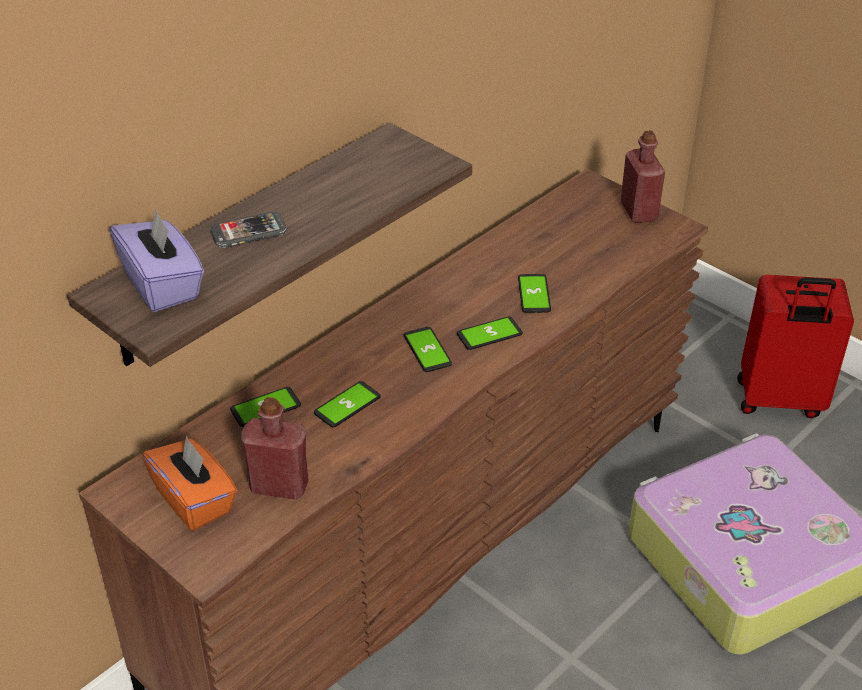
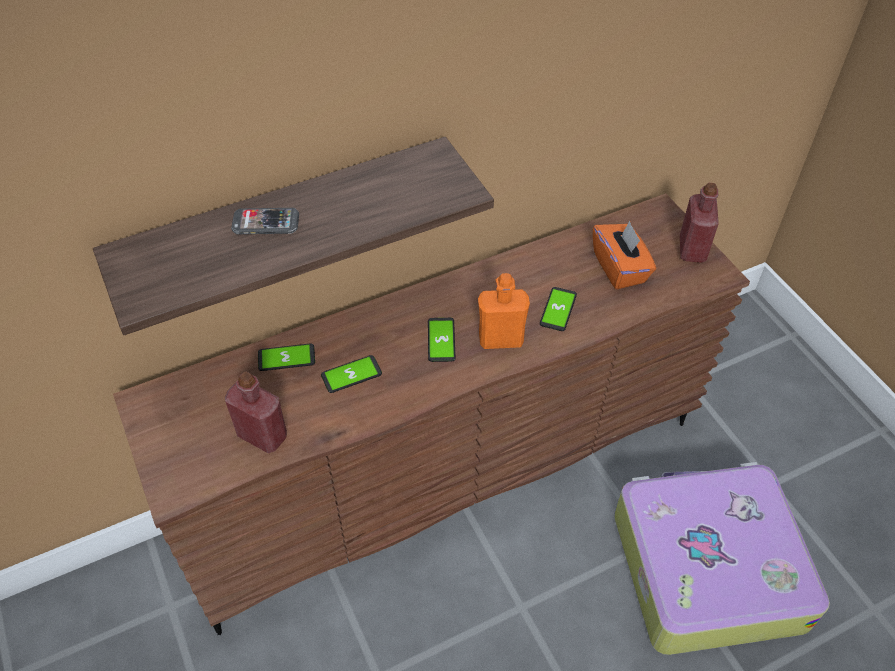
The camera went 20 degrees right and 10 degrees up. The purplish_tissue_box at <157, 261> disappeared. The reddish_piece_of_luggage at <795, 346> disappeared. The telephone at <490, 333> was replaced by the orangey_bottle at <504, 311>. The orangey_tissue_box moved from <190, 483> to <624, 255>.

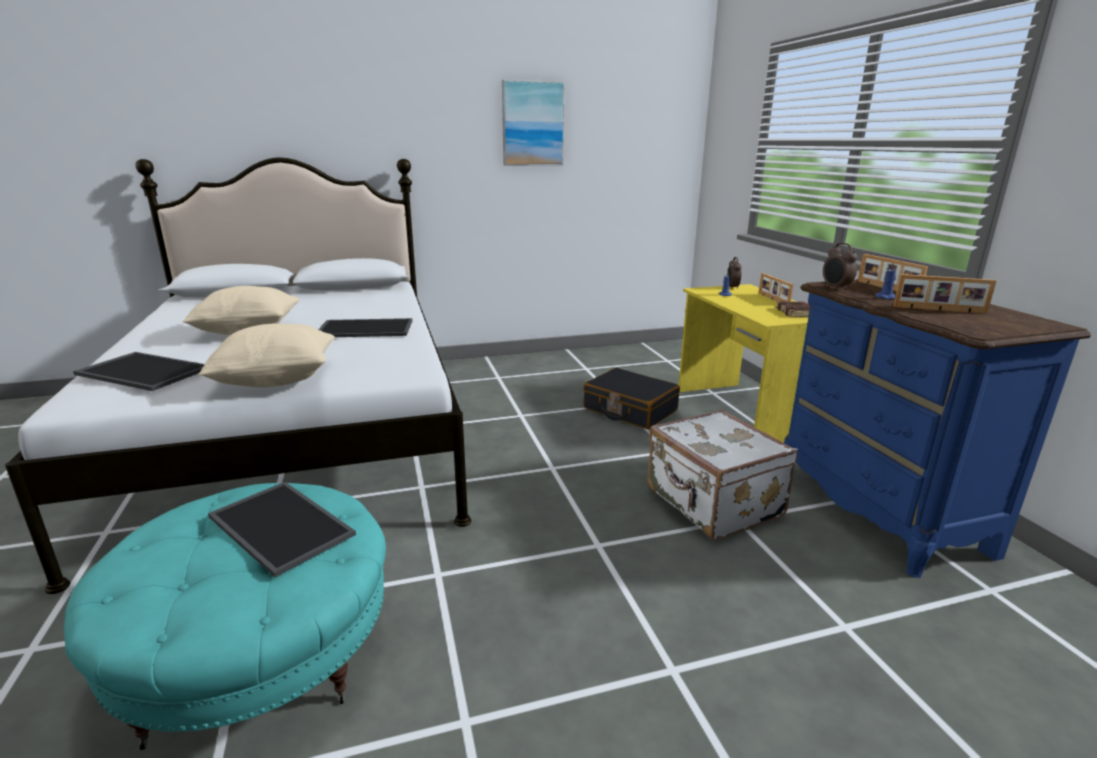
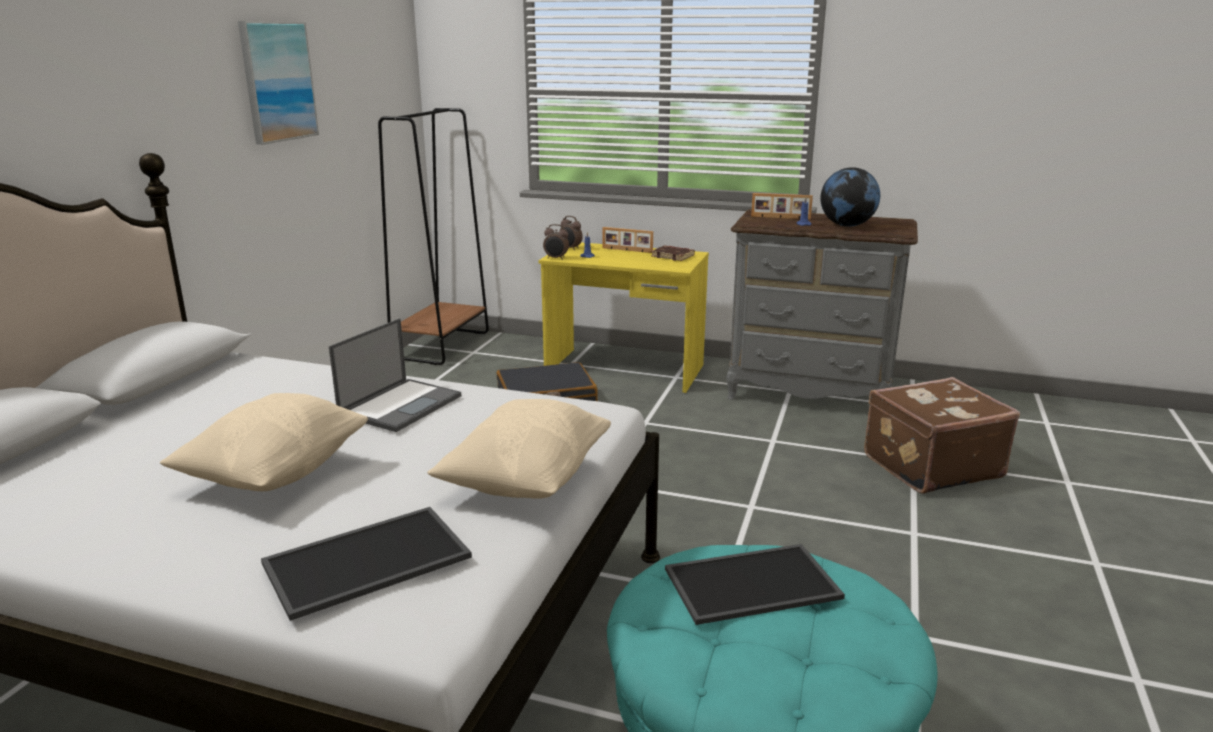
The camera went 55 degrees left and 0 degrees up. The bedside_clock moved from <840, 267> to <556, 242>. The photo_frame at <945, 294> was replaced by the desk_globe at <850, 197>. The blue-coloured_drawer_chest at <937, 428> became the gray_drawer_chest at <822, 304>. The carrying_tray at <365, 327> was replaced by the laptop at <395, 375>. The white-coloured_piece_of_luggage at <722, 475> disappeared. The garment_rack at <433, 236> appeared. The brown-coloured_piece_of_luggage at <942, 435> appeared.

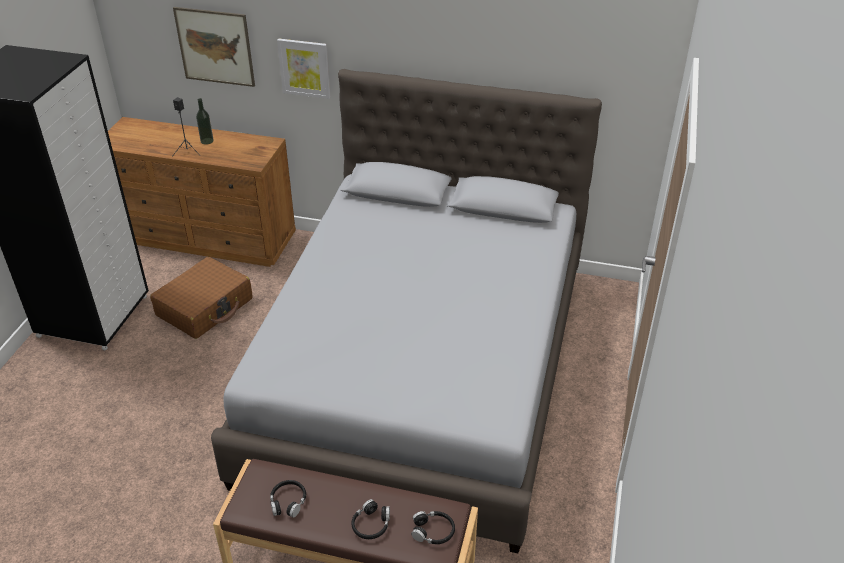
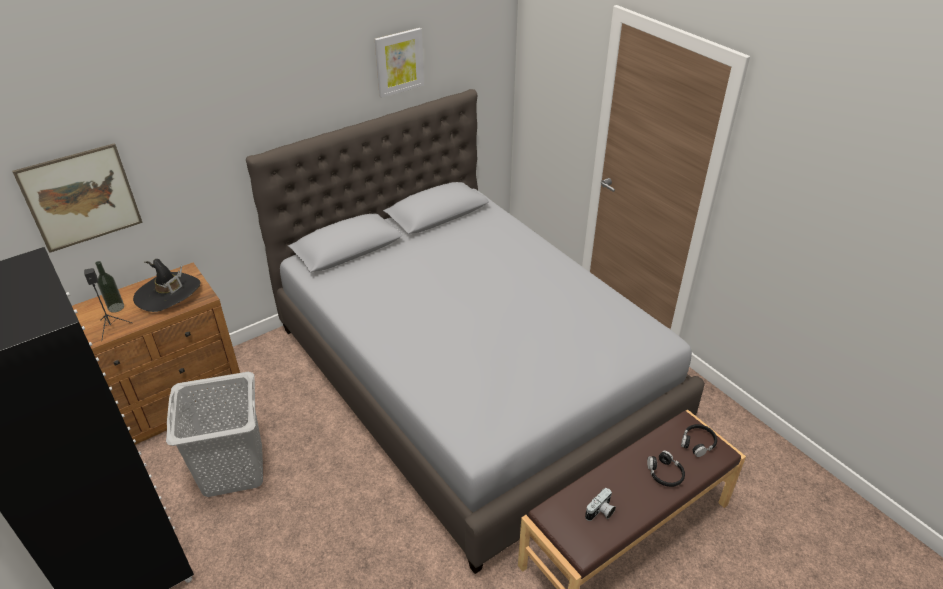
The camera went 50 degrees left and 0 degrees up. The picture moved from <303, 69> to <399, 63>. The brown-coloured_piece_of_luggage at <201, 298> was replaced by the gray_hamper at <214, 434>. The black-coloured_pair_of_headphones at <288, 499> was replaced by the photo_camera at <600, 504>. The black-coloured_wearable_hat at <167, 285> appeared.

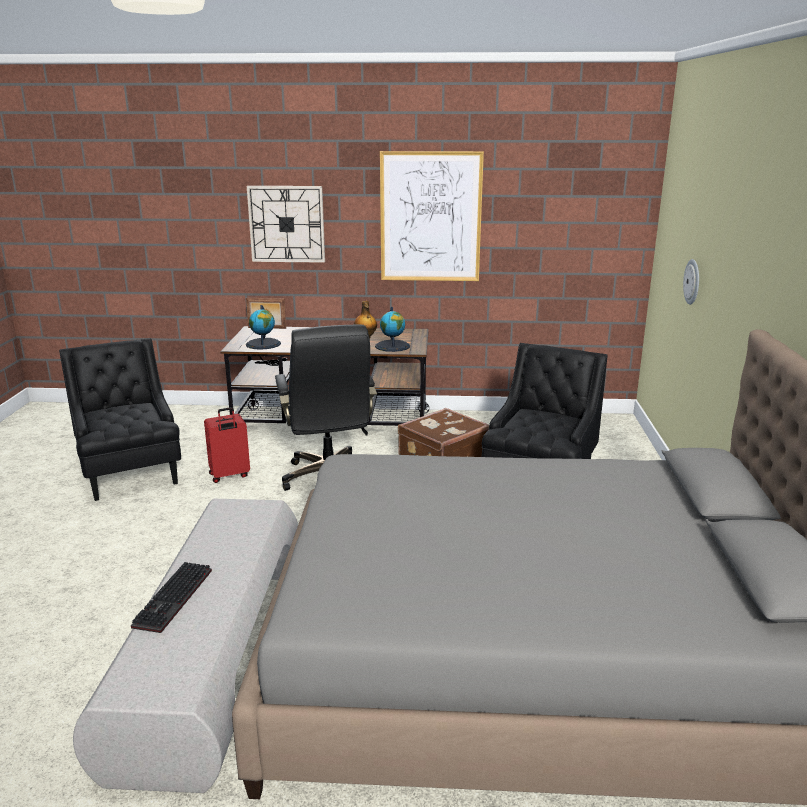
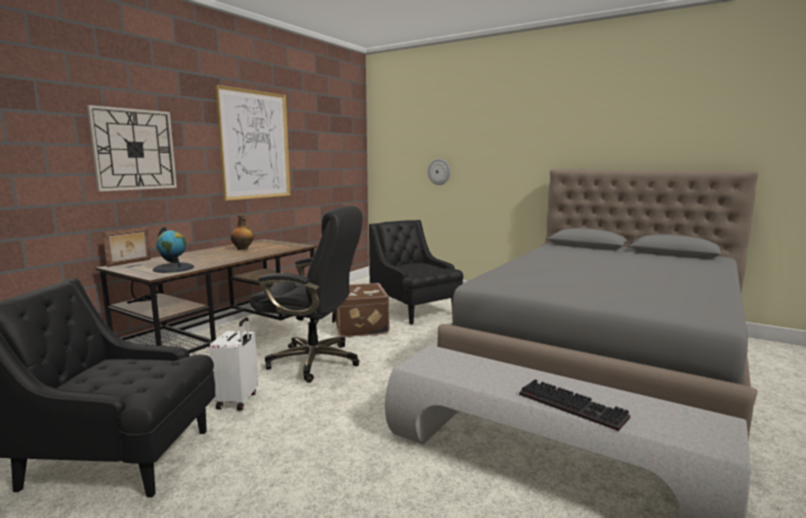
The camera went 60 degrees left and 10 degrees down. The desk_globe at <392, 329> disappeared. The reddish_piece_of_luggage at <227, 445> became the white-coloured_piece_of_luggage at <233, 364>.

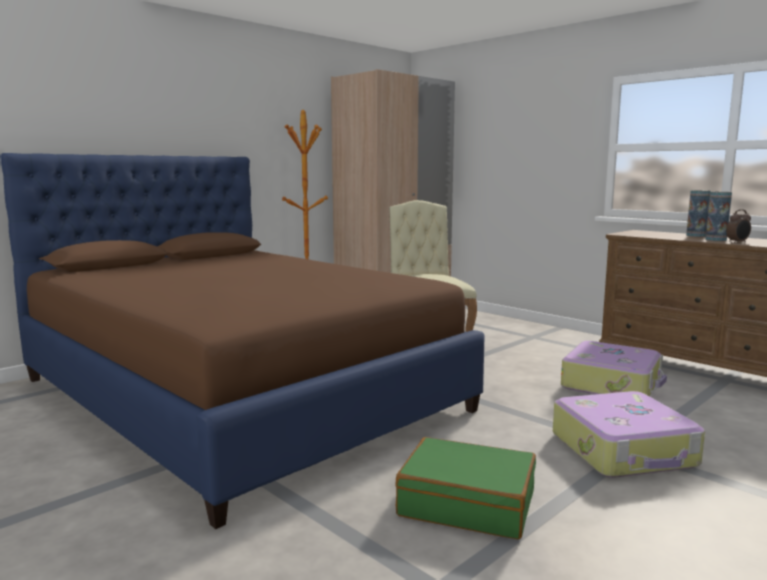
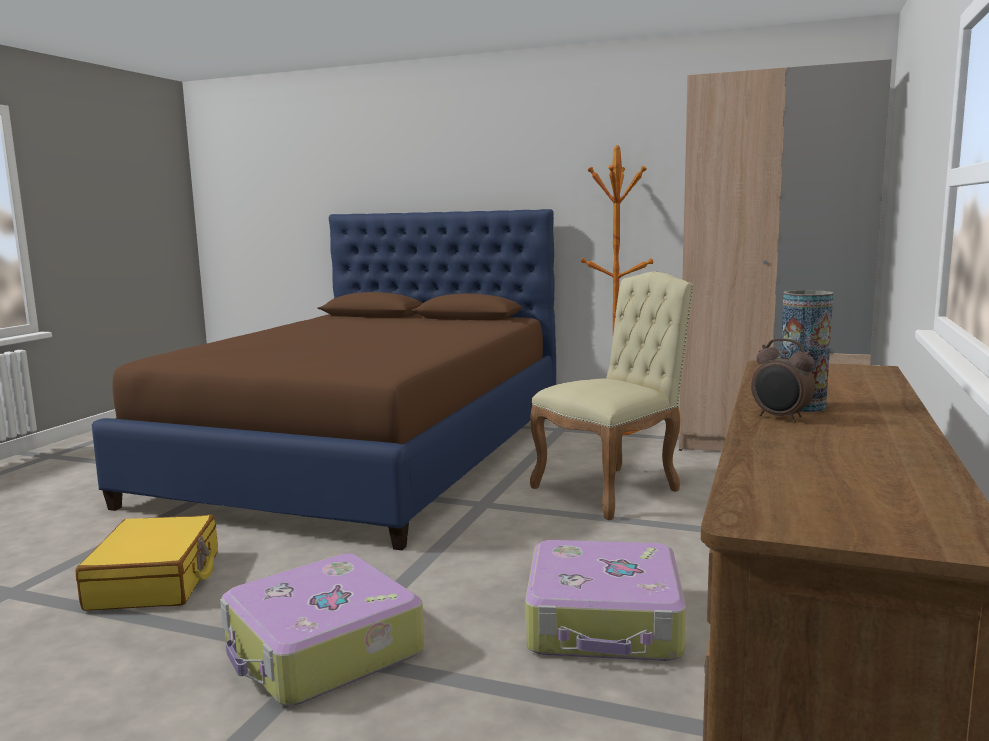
The camera went 65 degrees right and 0 degrees up. The flower_vase at <698, 213> disappeared. The green-coloured_piece_of_luggage at <465, 488> became the yellow-coloured_piece_of_luggage at <147, 563>.

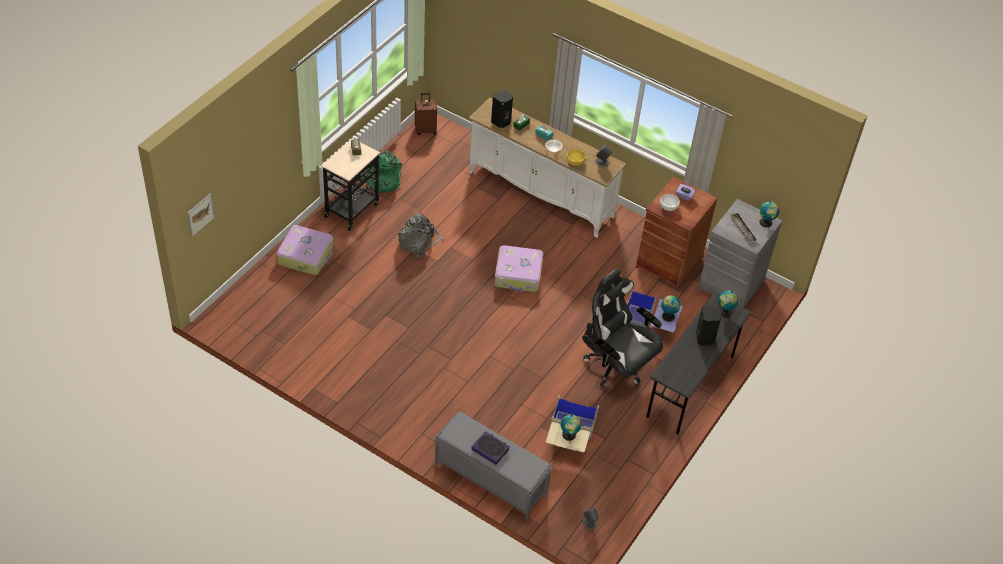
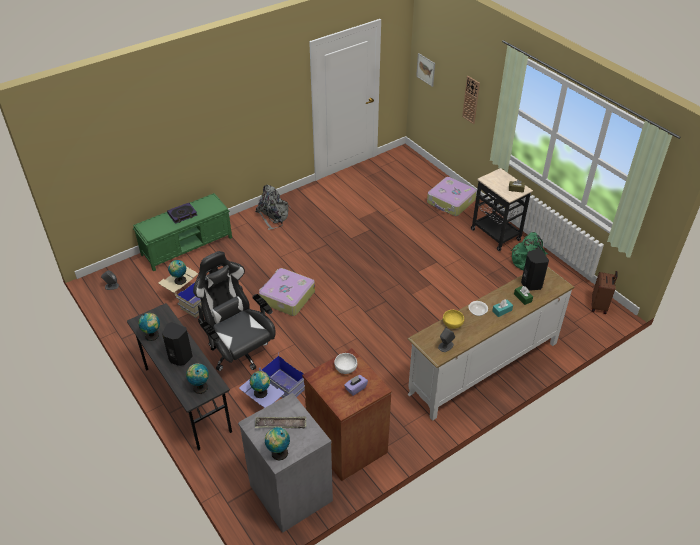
The camera went 115 degrees right and 5 degrees down. The gray_knapsack moved from <421, 235> to <272, 207>. The piece_of_luggage moved from <518, 268> to <287, 292>. The black-coloured_office_chair at <622, 328> turned 105 degrees counterclockwise. The gray_long_seat at <493, 465> became the green-coloured_long_seat at <182, 232>. The hanging_clock at <471, 100> appeared. The desk_globe at <149, 327> appeared.

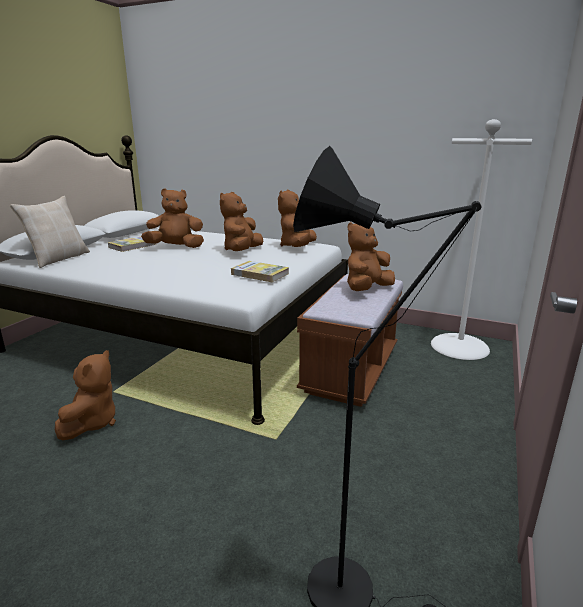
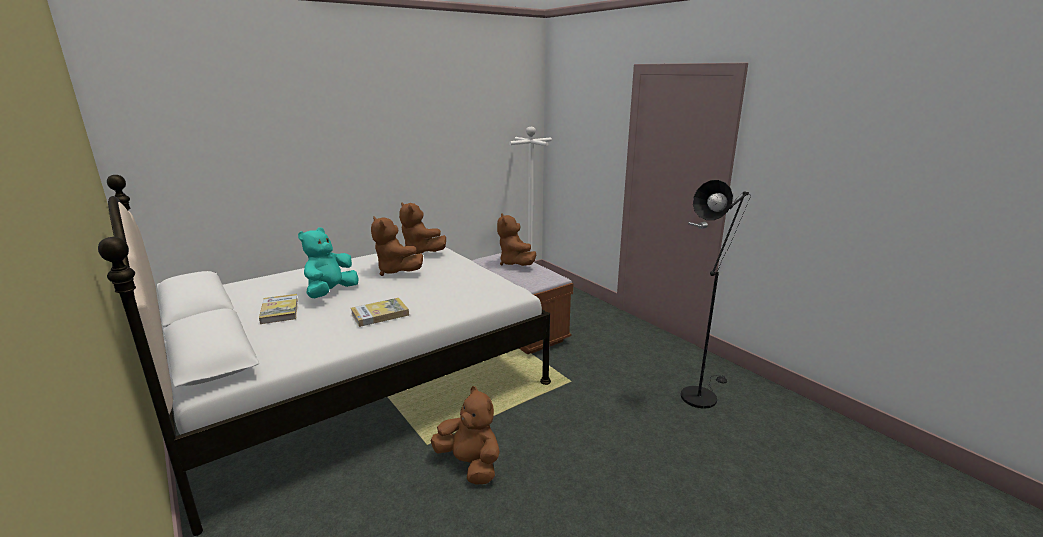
The camera went 60 degrees left and 0 degrees up. The brown-coloured_soft_toy at <172, 218> became the turquoise-coloured_soft_toy at <328, 262>. The sand-coloured_pillow at <50, 232> disappeared. The bound_book moved from <260, 271> to <380, 312>.

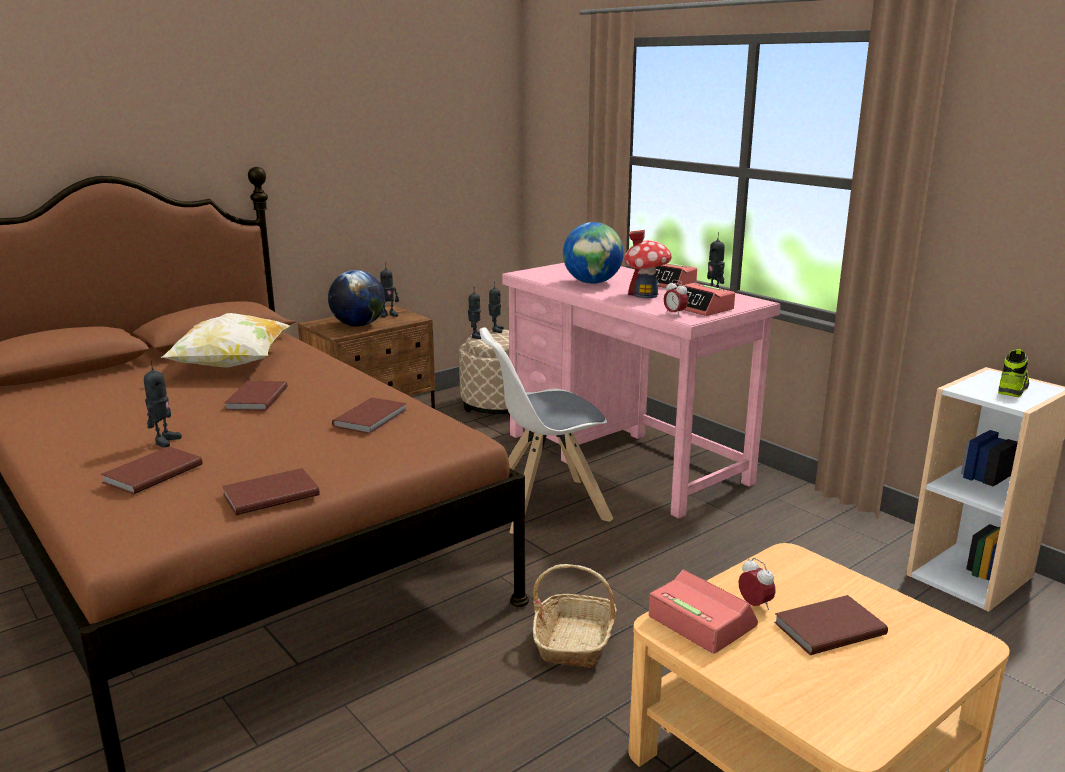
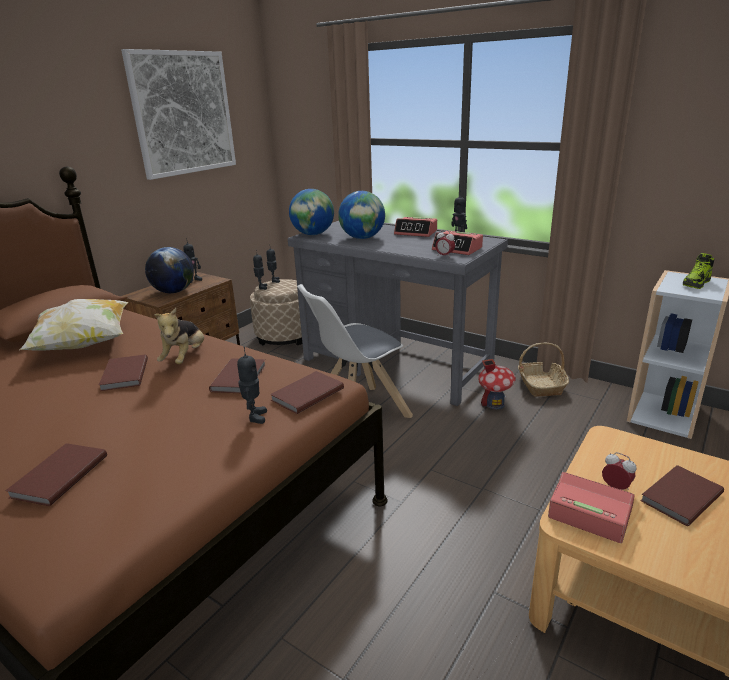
The camera went 15 degrees left and 5 degrees up. The toy_house moved from <648, 264> to <497, 384>. The pinkish_desk_unit at <641, 391> became the gray_desk_unit at <398, 313>. The low_shoe at <1013, 373> turned 150 degrees counterclockwise. The toy_robot moved from <163, 404> to <252, 385>. The brown-coloured_bound_book moved from <271, 492> to <307, 392>. The basket moved from <575, 616> to <543, 369>. The picture at <178, 114> appeared. The desk_globe at <311, 212> appeared. The soft_toy at <179, 336> appeared.

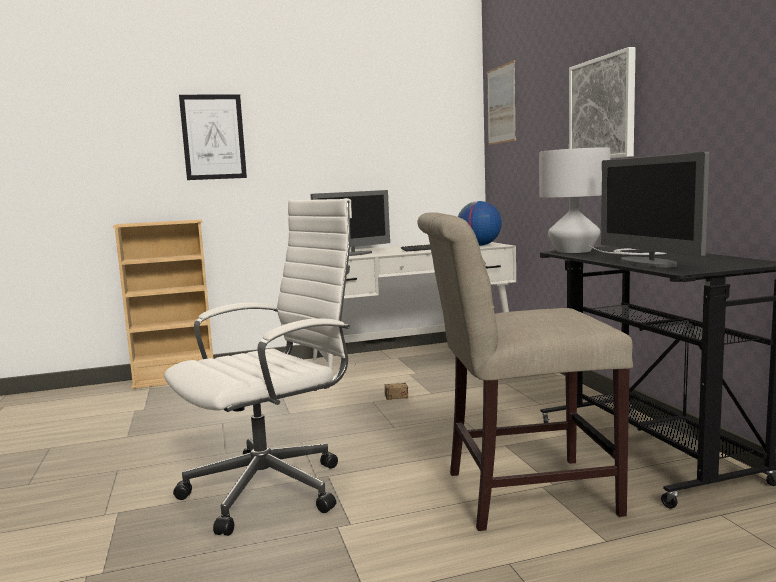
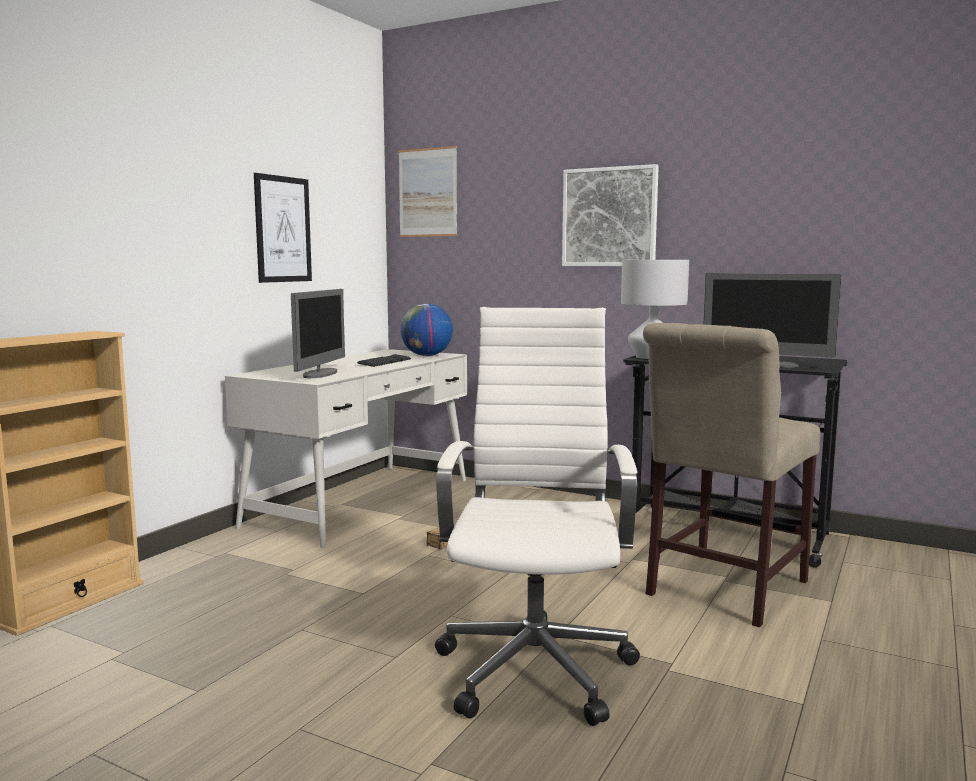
The camera went 45 degrees left and 0 degrees up. The picture moved from <213, 137> to <283, 228>.

